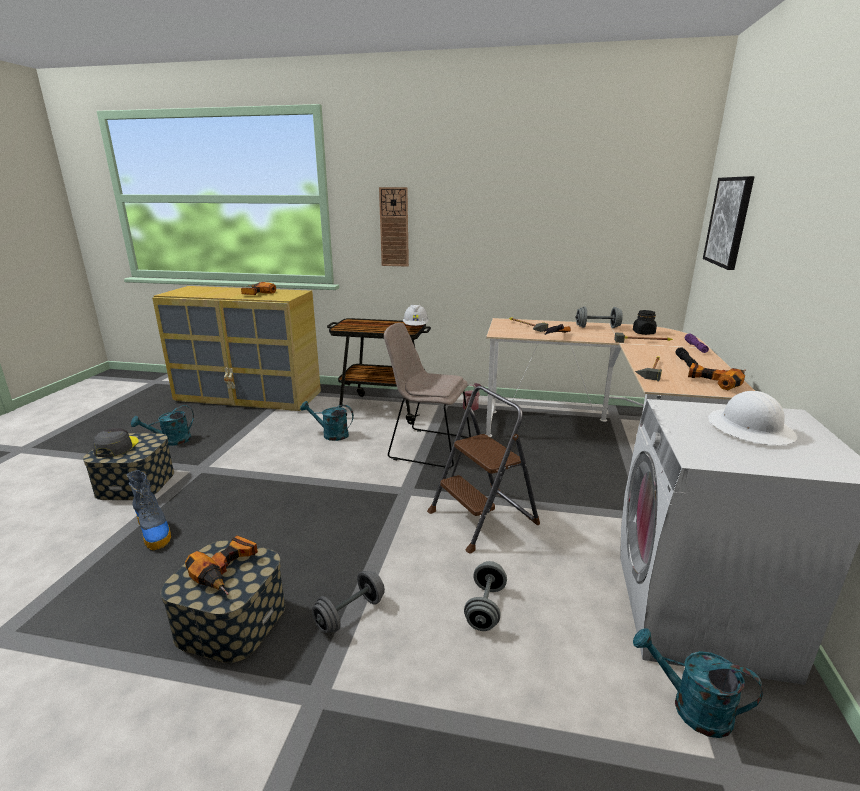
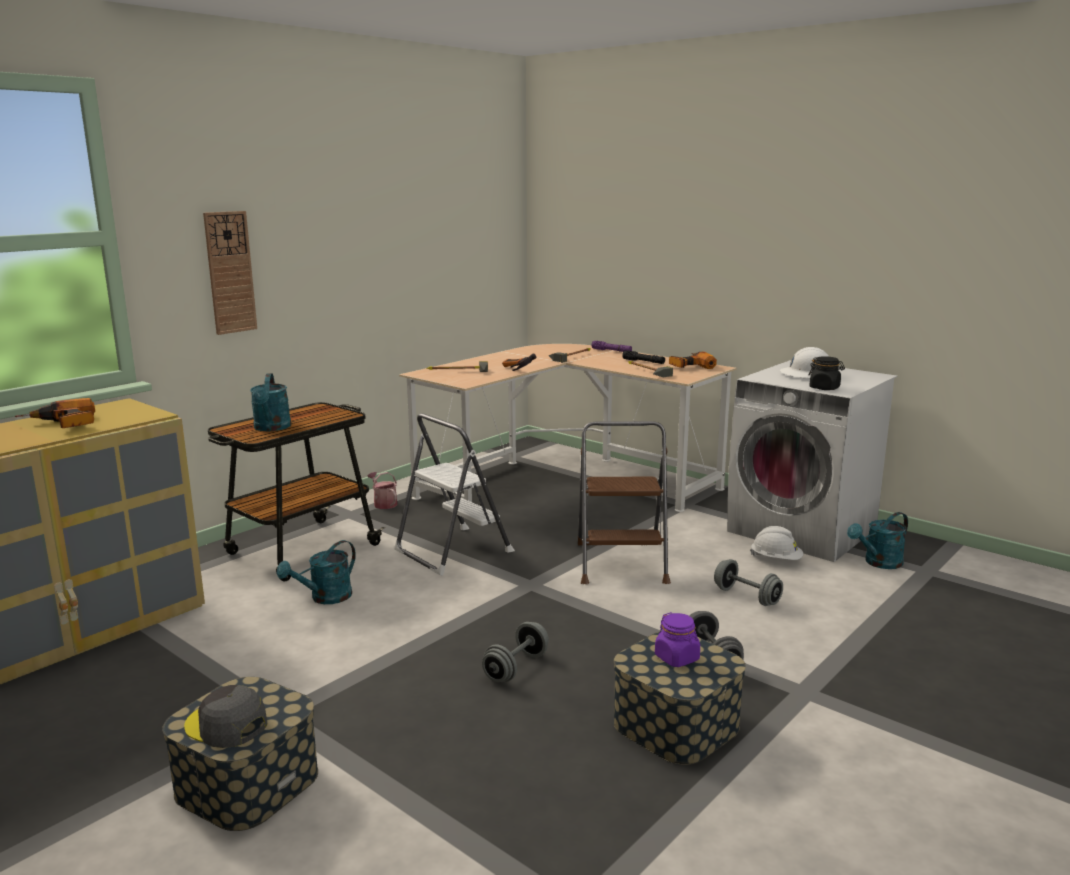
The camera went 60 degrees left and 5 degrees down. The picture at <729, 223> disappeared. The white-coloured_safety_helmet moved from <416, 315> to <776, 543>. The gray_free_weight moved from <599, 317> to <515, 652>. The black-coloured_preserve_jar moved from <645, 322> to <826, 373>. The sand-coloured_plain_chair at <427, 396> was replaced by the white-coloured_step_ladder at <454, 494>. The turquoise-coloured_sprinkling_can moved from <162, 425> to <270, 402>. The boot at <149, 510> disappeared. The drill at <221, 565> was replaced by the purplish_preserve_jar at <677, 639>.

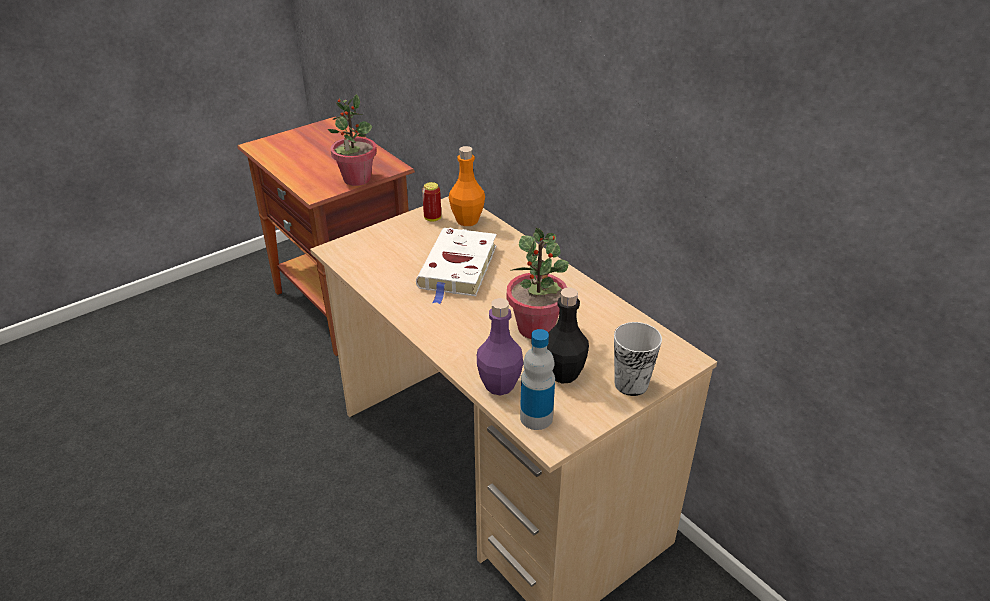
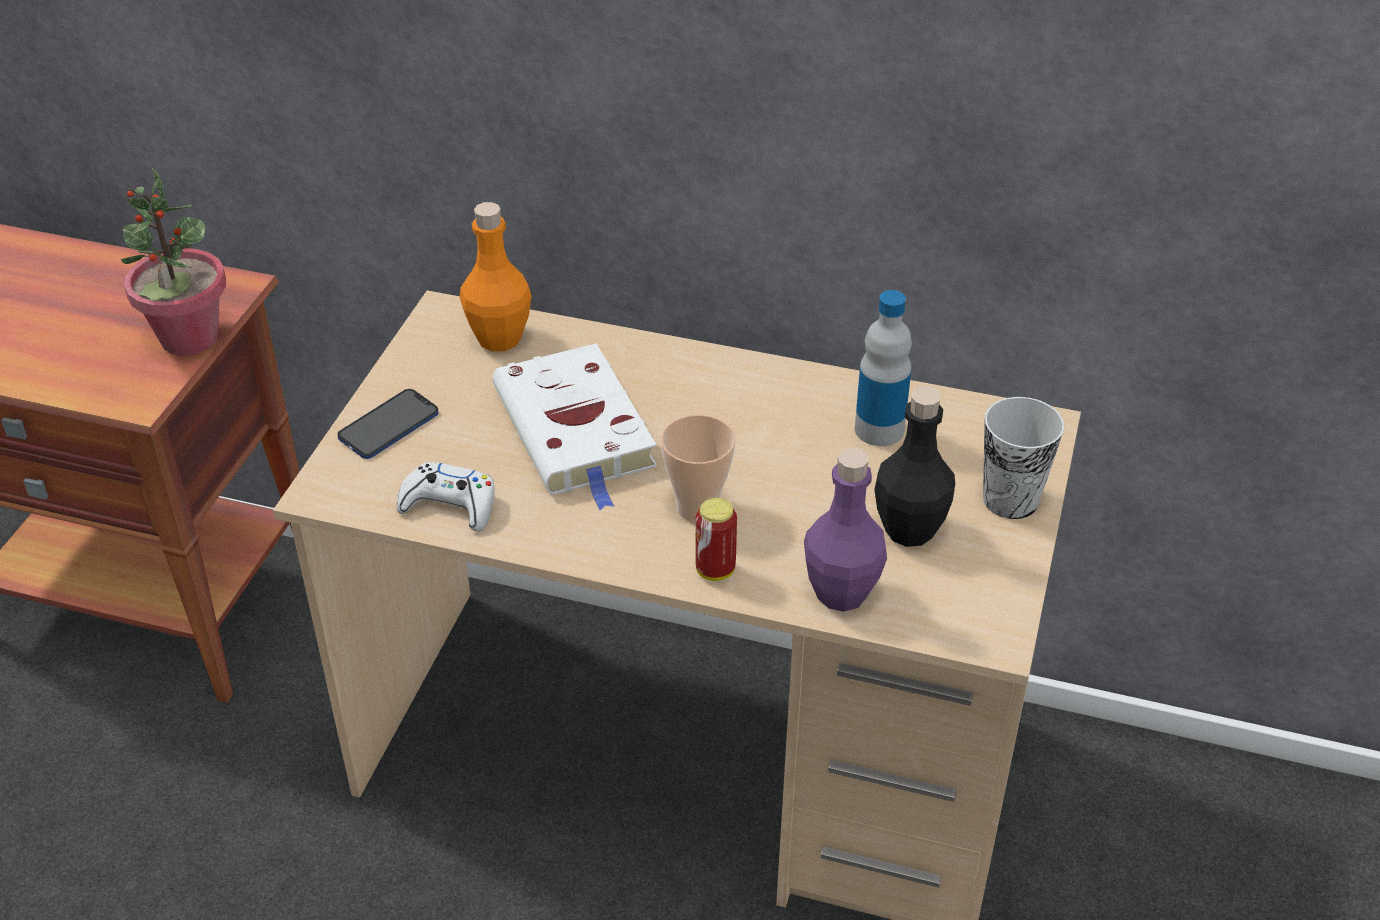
The camera went 35 degrees left and 5 degrees up. The can moved from <431, 202> to <716, 539>. The houseplant at <538, 283> disappeared. The bottle moved from <537, 379> to <883, 368>. The telephone at <388, 424> appeared. The small_cup at <698, 468> appeared. The white-coloured_joypad at <445, 496> appeared.

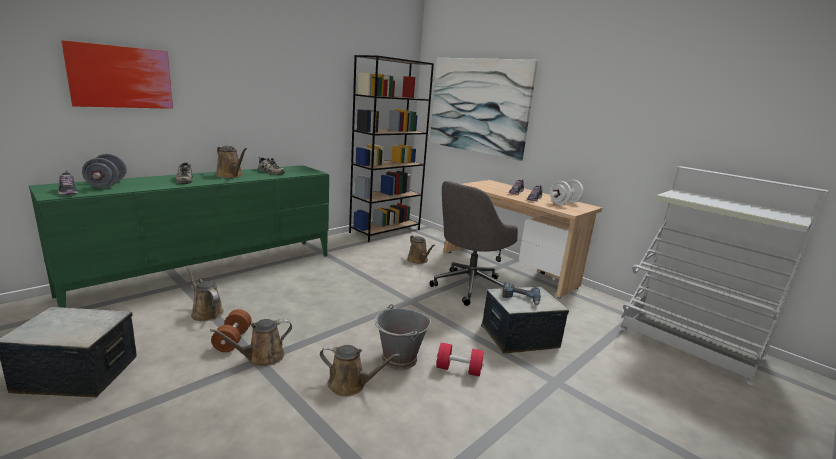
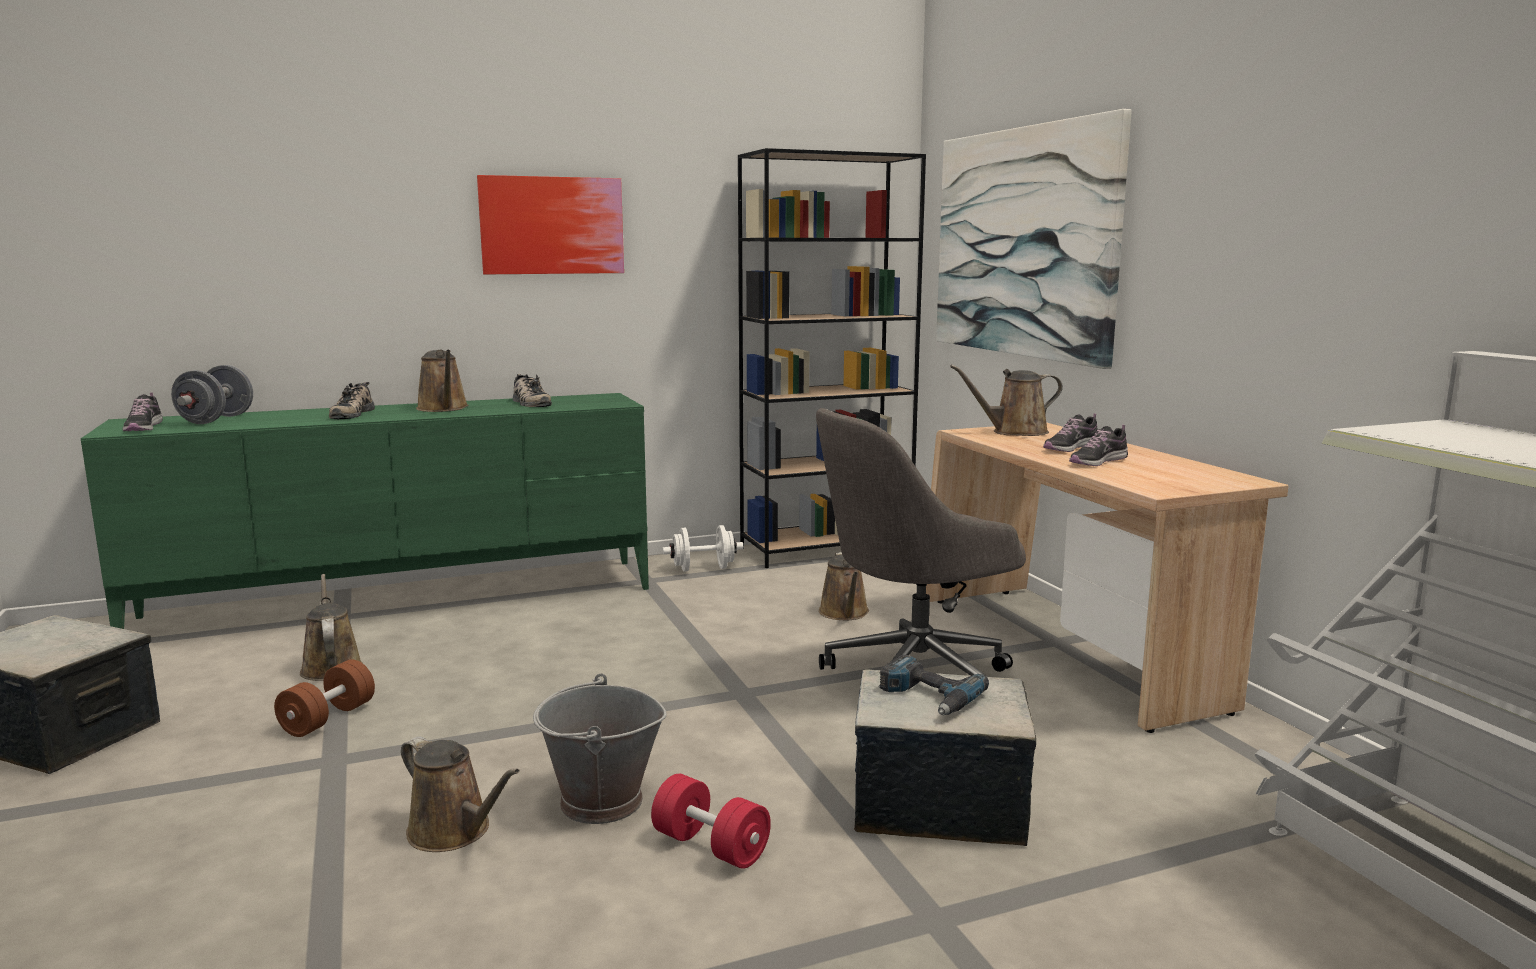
The camera went 25 degrees right and 5 degrees down. The picture moved from <117, 74> to <550, 224>. The white-coloured_free_weight moved from <567, 192> to <703, 548>. The brown-coloured_sprinkling_can moved from <251, 342> to <1006, 400>.

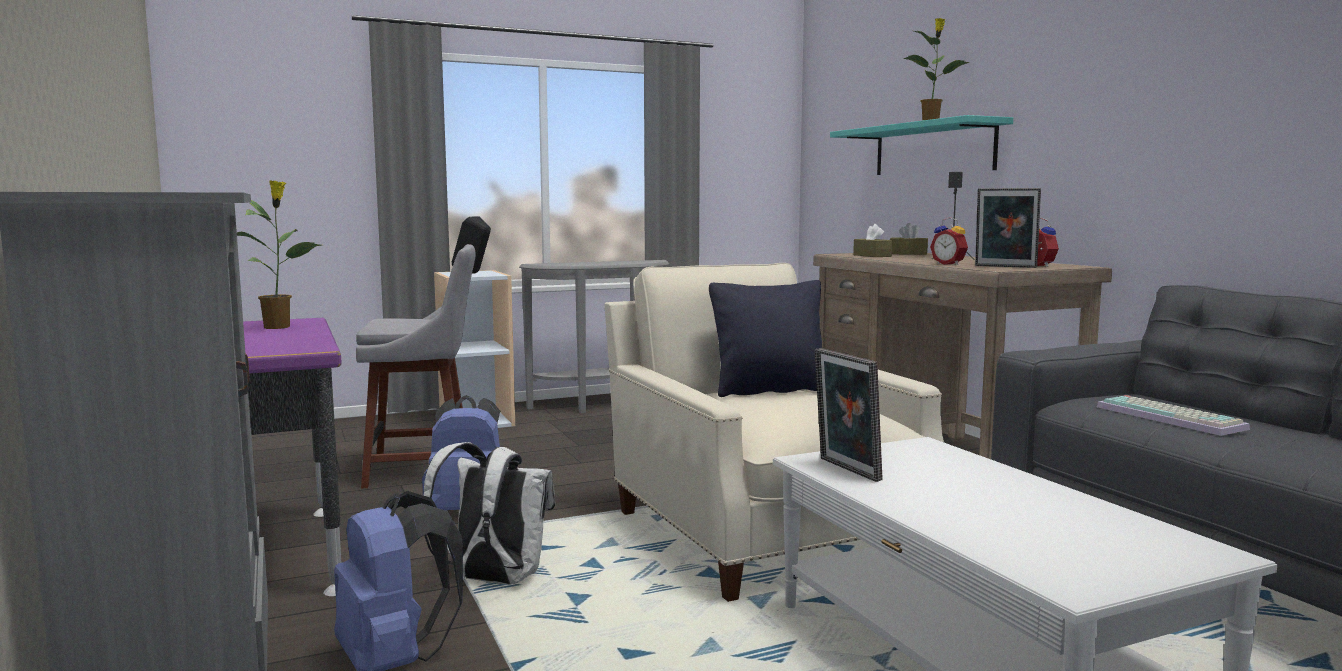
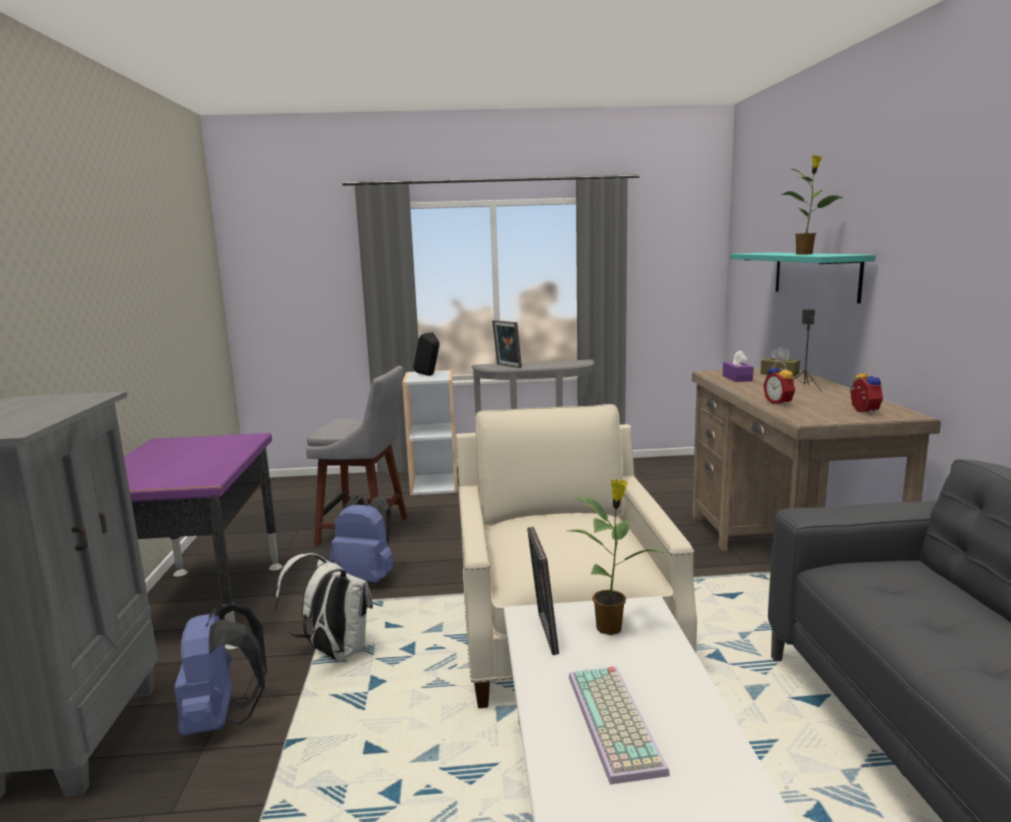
The camera went 20 degrees right and 5 degrees up. The houseplant moved from <279, 254> to <617, 557>. The photo_frame moved from <1008, 228> to <507, 344>. The brown-coloured_tissue_box at <872, 240> became the purplish_tissue_box at <738, 366>. The black-coloured_pillow at <765, 338> disappeared. The PC_keyboard moved from <1173, 415> to <619, 726>.

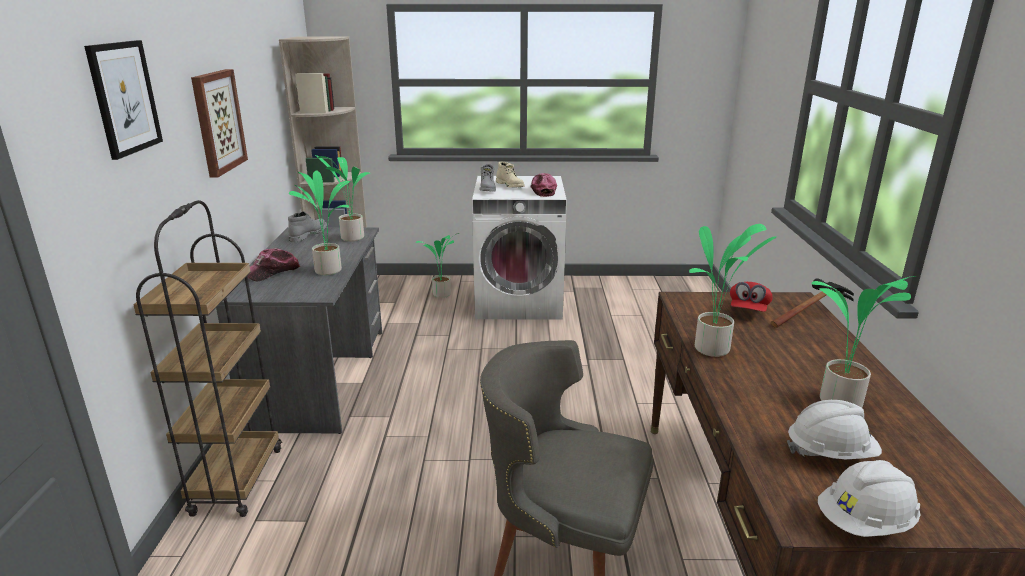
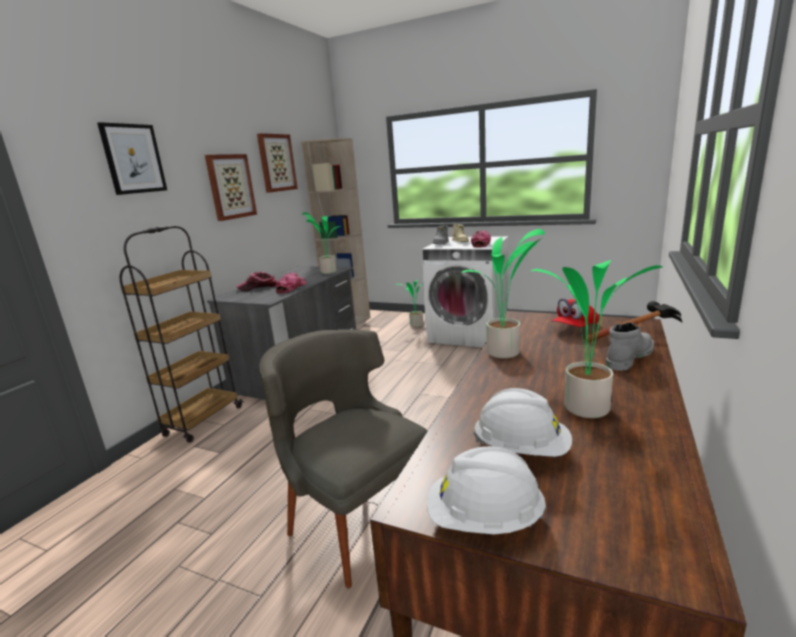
The camera went 25 degrees right and 5 degrees down. The houseplant at <320, 222> was replaced by the baseball_cap at <291, 283>. The gray_boot moved from <307, 226> to <630, 346>. The picture at <277, 163> appeared.

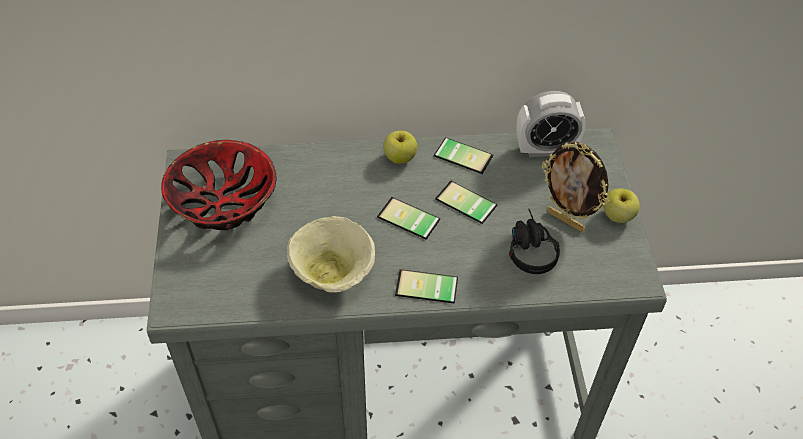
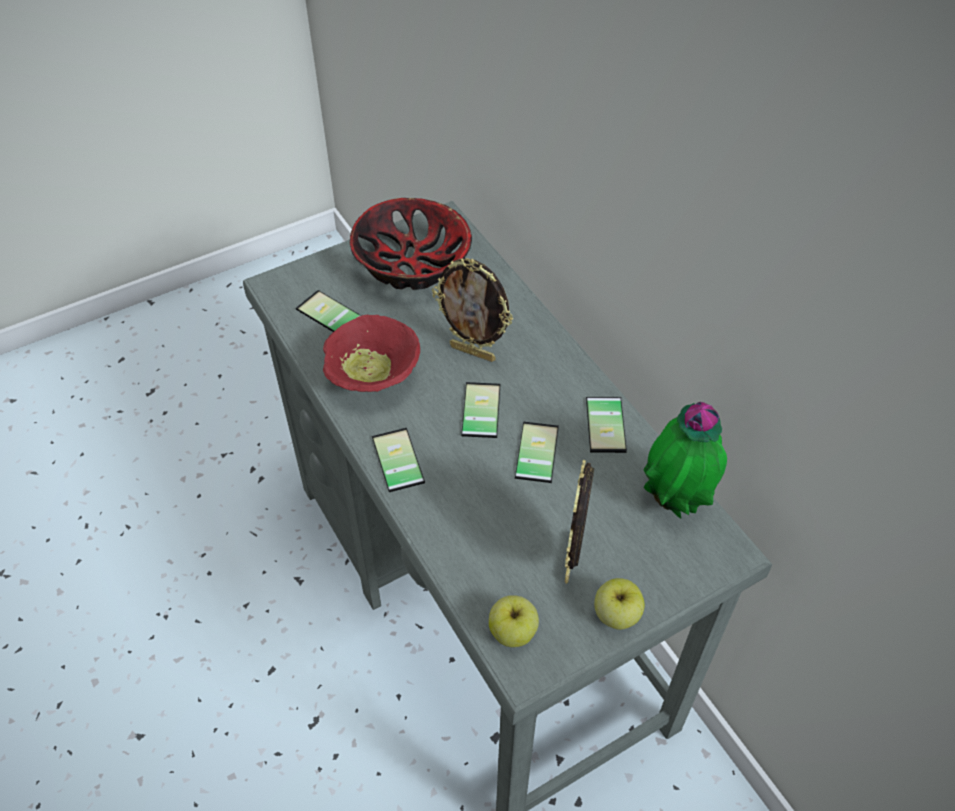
The camera went 65 degrees right and 0 degrees up. The bedside_clock at <551, 124> was replaced by the houseplant at <685, 460>. The whole_apple moved from <400, 147> to <514, 621>. The black-coloured_pair_of_headphones at <534, 241> disappeared. The sand-coloured_serving_bowl at <331, 254> became the reddish_serving_bowl at <371, 353>. The photo_frame at <472, 310> appeared. The telephone at <329, 311> appeared.

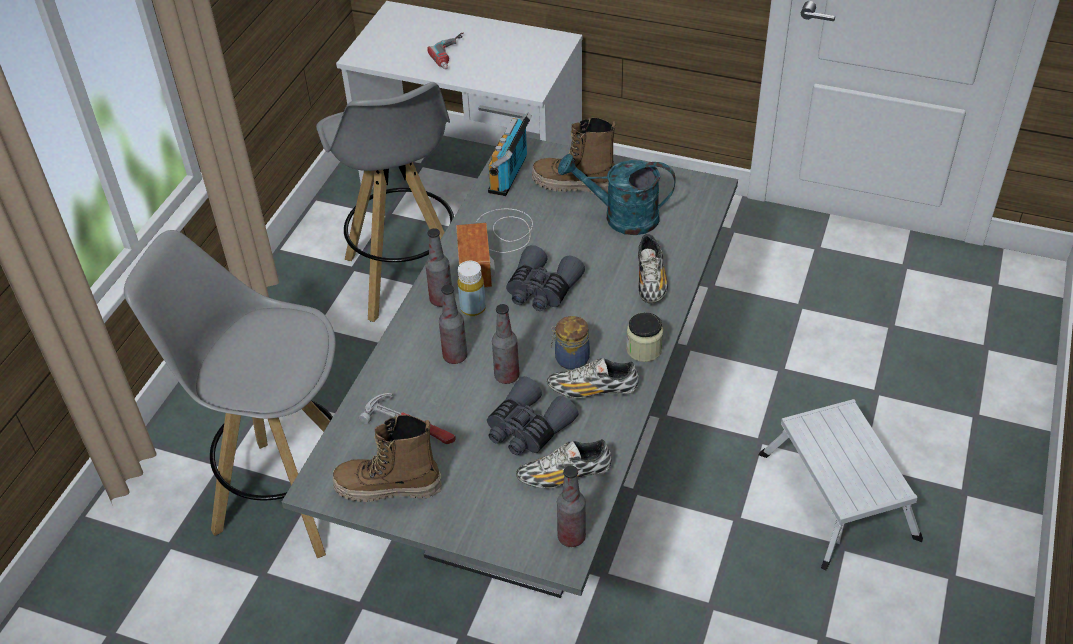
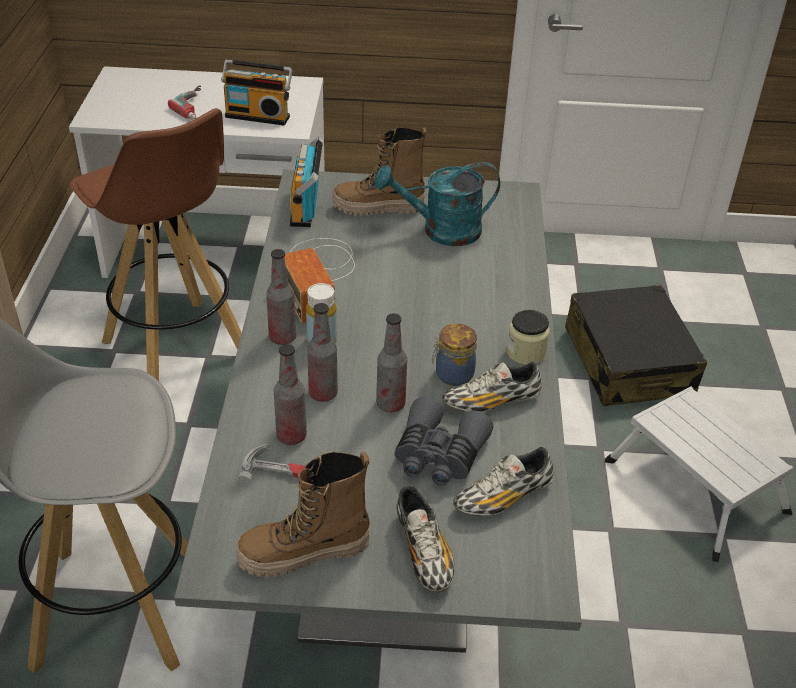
The camera went 20 degrees left and 5 degrees down. The gray_sitting_stool at <385, 202> became the brown-coloured_sitting_stool at <155, 244>. The low_shoe moved from <653, 268> to <426, 539>. The gray_pair_of_binoculars at <545, 278> disappeared. The bottle moved from <571, 506> to <290, 394>. The radio_set at <257, 92> appeared. The black-coloured_piece_of_luggage at <636, 345> appeared.

